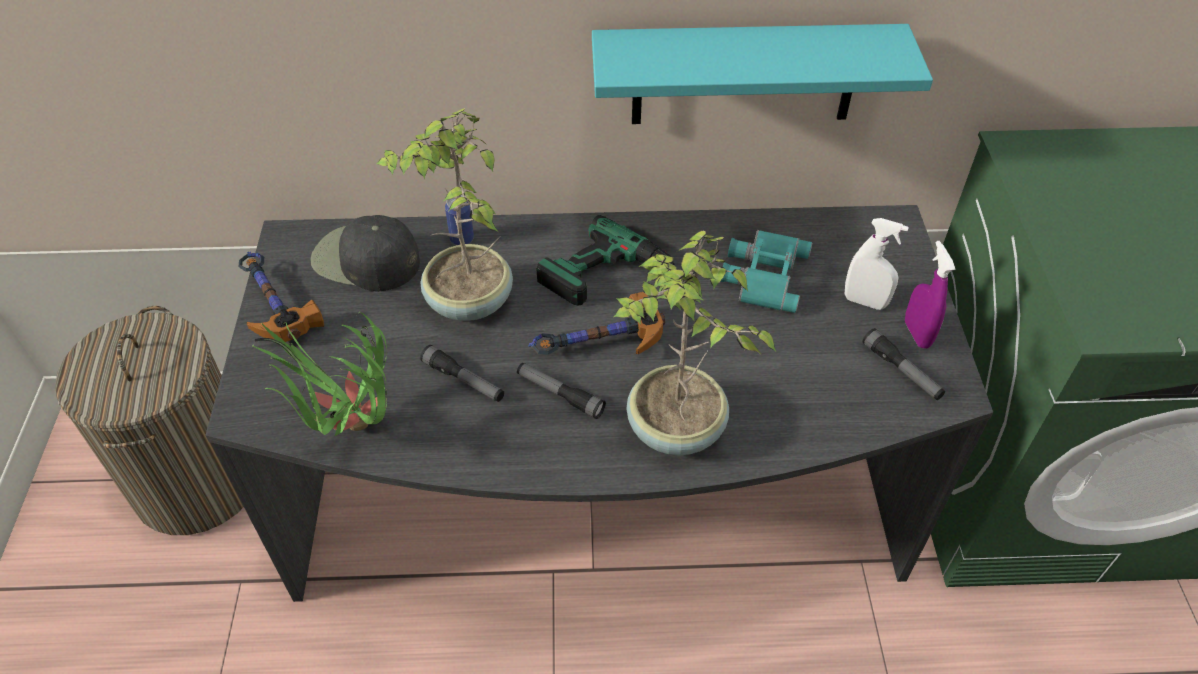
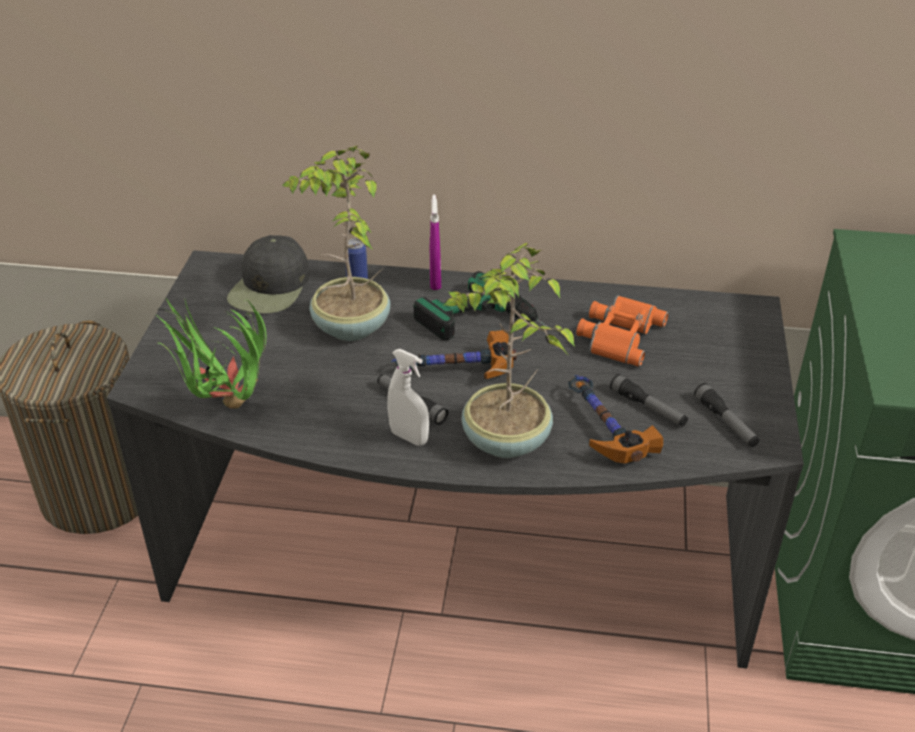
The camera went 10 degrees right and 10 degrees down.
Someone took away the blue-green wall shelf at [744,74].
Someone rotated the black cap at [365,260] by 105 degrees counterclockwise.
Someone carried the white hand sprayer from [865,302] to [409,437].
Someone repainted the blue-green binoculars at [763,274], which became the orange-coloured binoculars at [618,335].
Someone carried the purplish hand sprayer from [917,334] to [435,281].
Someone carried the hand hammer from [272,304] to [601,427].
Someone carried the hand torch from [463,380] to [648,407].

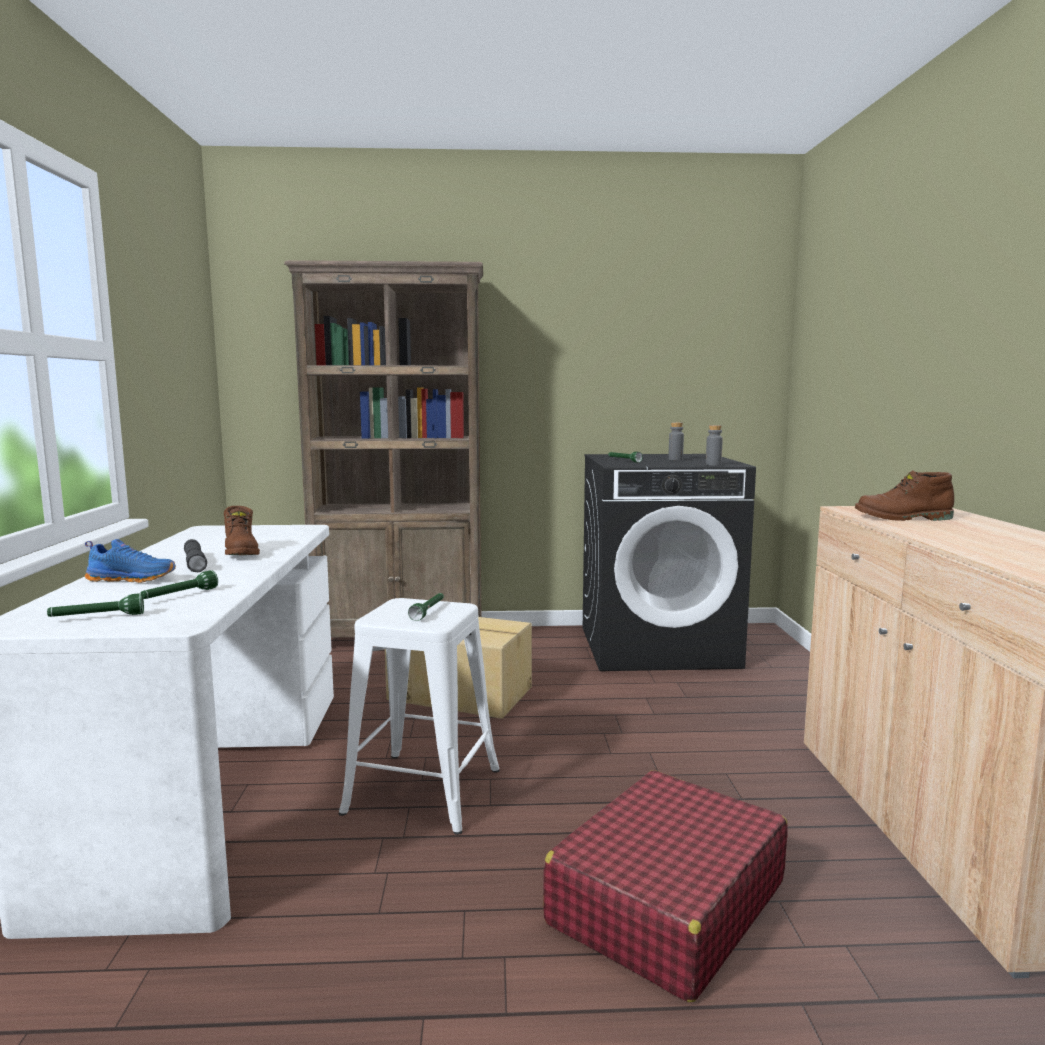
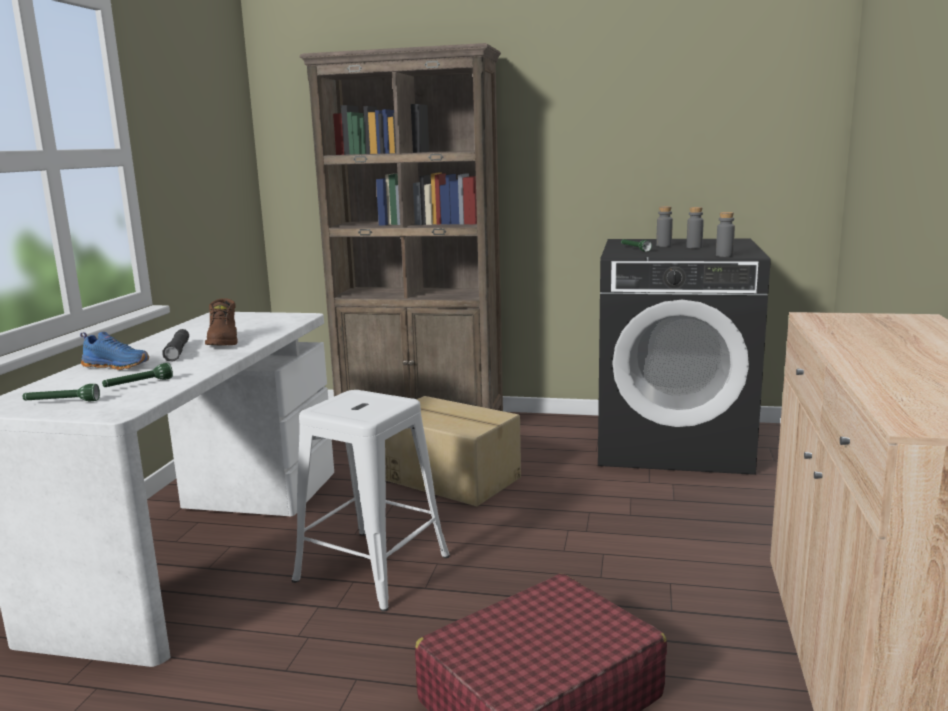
The camera went 15 degrees right and 5 degrees up.
Someone took away the brown-coloured tall boot at [903,518].
Someone took away the green hand torch at [428,612].
Someone put down the gray drink bottle at [663,245].

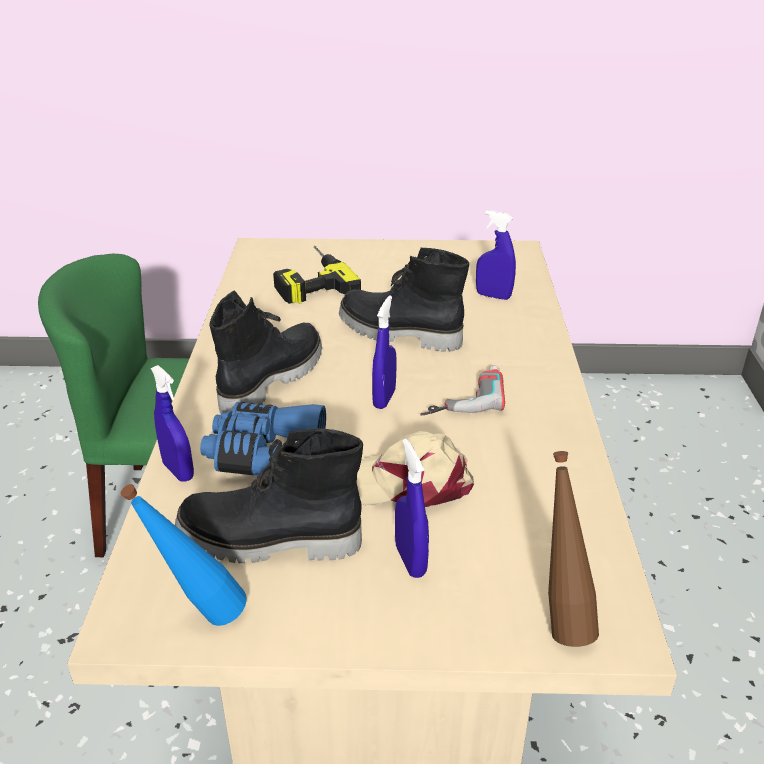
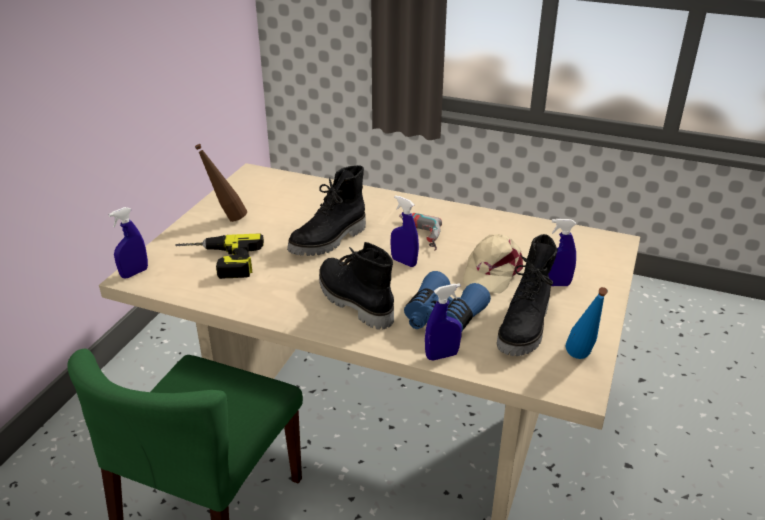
The camera went 70 degrees left and 0 degrees up.
Someone carried the bluish hand sprayer from [493,296] to [134,273].
Someone carried the brown-coloured drink bottle from [560,619] to [226,218].

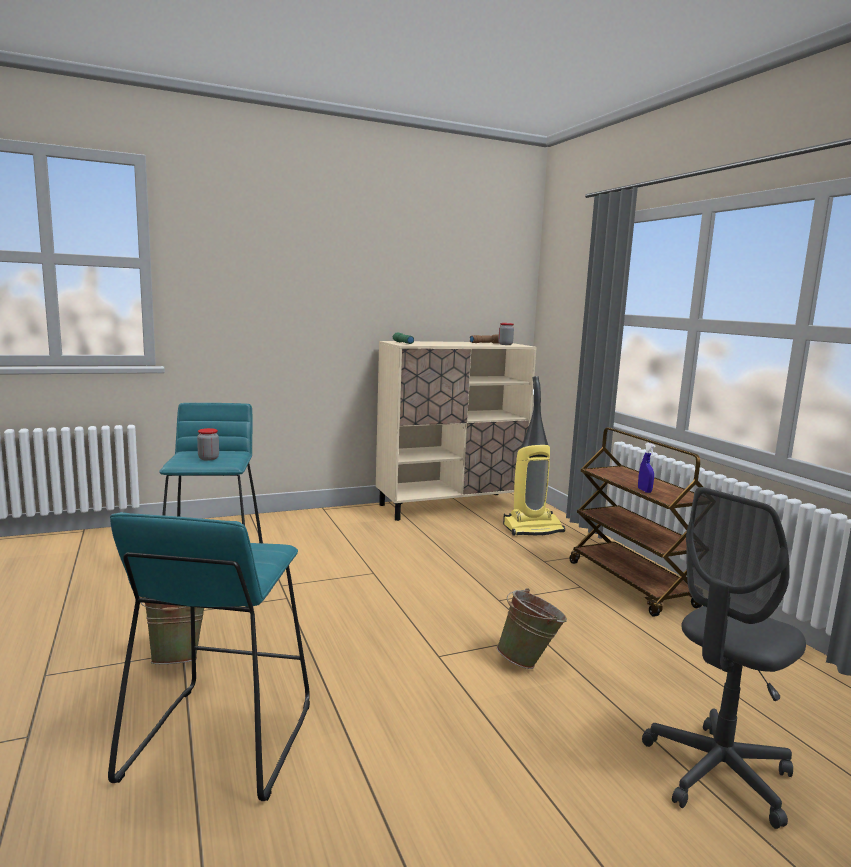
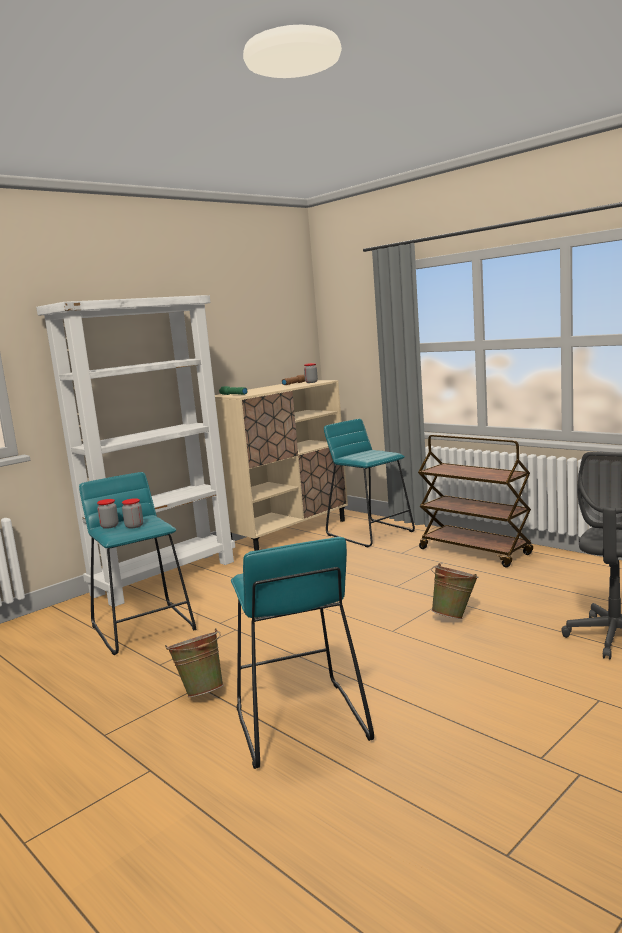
The camera went 20 degrees left and 0 degrees up.
Someone swapped the vacuum cleaner at [533,529] for the blue-green stool at [370,533].
Someone took away the bluish hand sprayer at [644,490].
Someone put down the white bookcase at [165,577].
Someone put down the storage jar at [109,526].

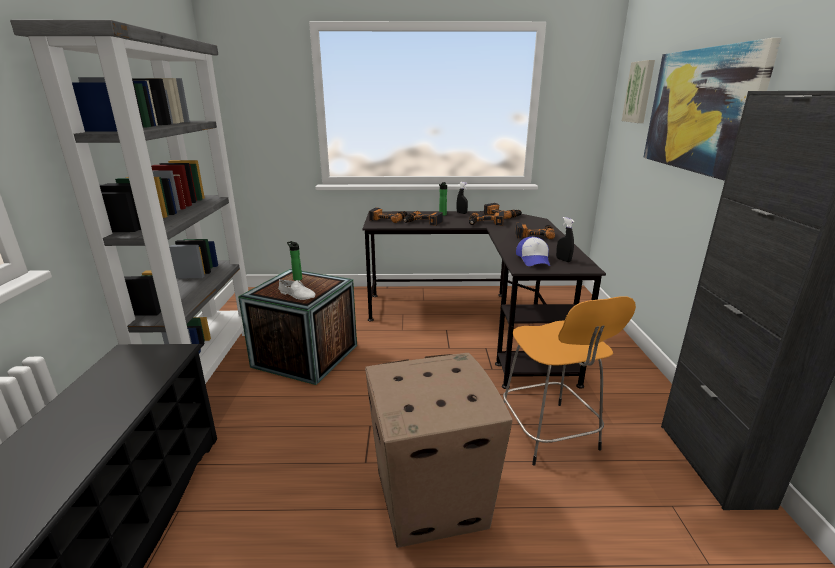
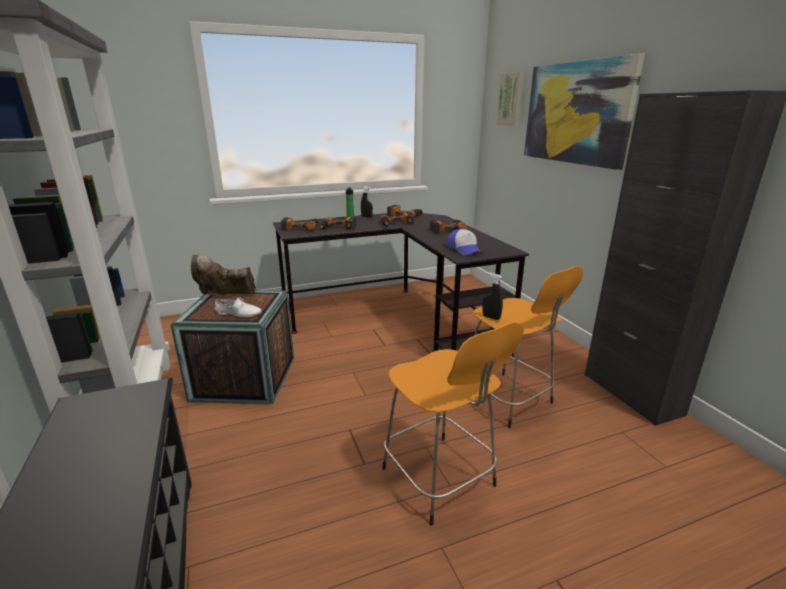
The camera went 20 degrees left and 0 degrees up.
Someone carried the black hand sprayer from [563,260] to [491,317].
Someone swapped the drink bottle at [296,278] for the brown-coloured tall boot at [225,298].
Someone swapped the carton at [429,499] for the orange-coloured stool at [440,480].

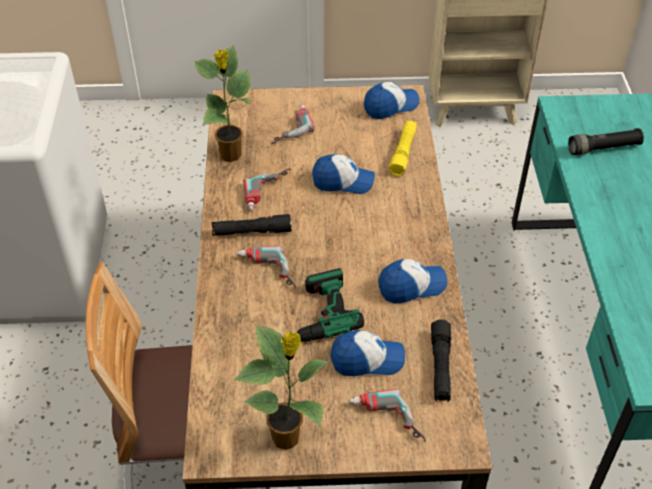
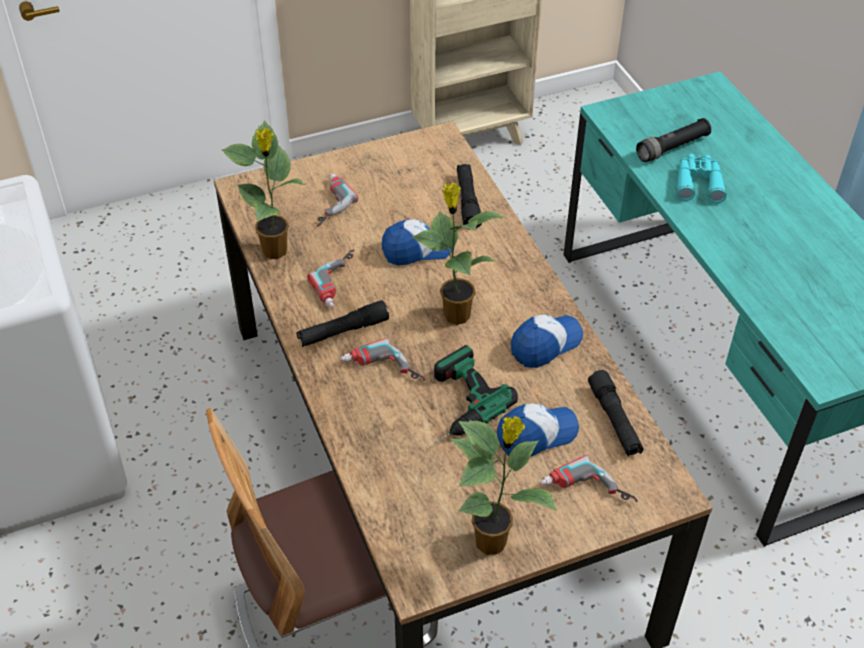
The camera went 20 degrees left and 0 degrees up.
Someone took away the cap at [390,106].
Someone repainted the yellowish hand torch at [403,152], which became the black hand torch at [467,201].
Someone put down the blue-green binoculars at [698,183].
Someone put down the potted plant at [455,314].

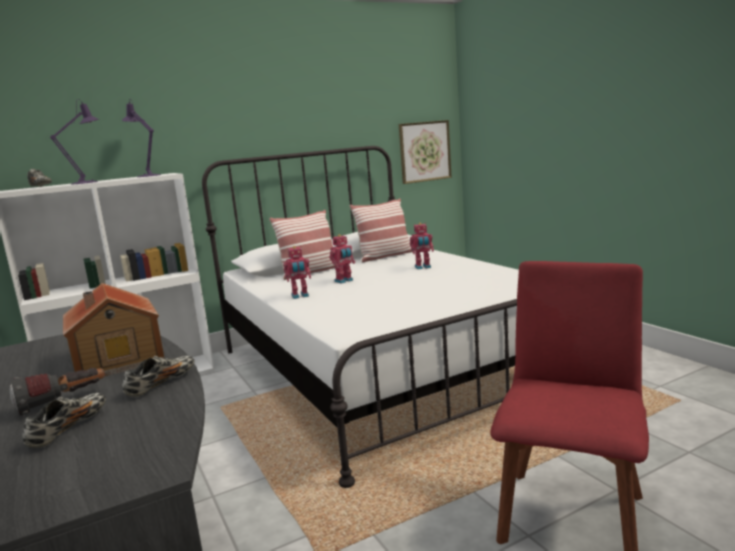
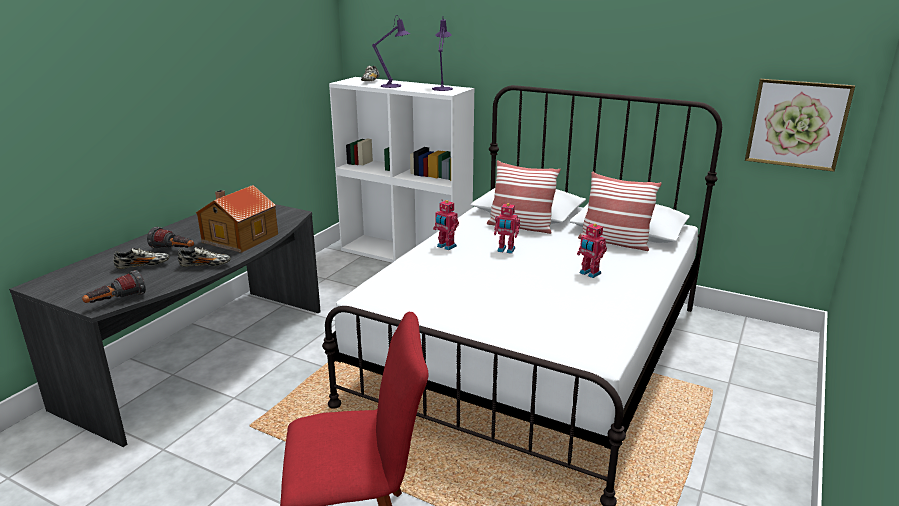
The camera went 55 degrees right and 10 degrees up.
Someone put down the hand torch at [116,302].

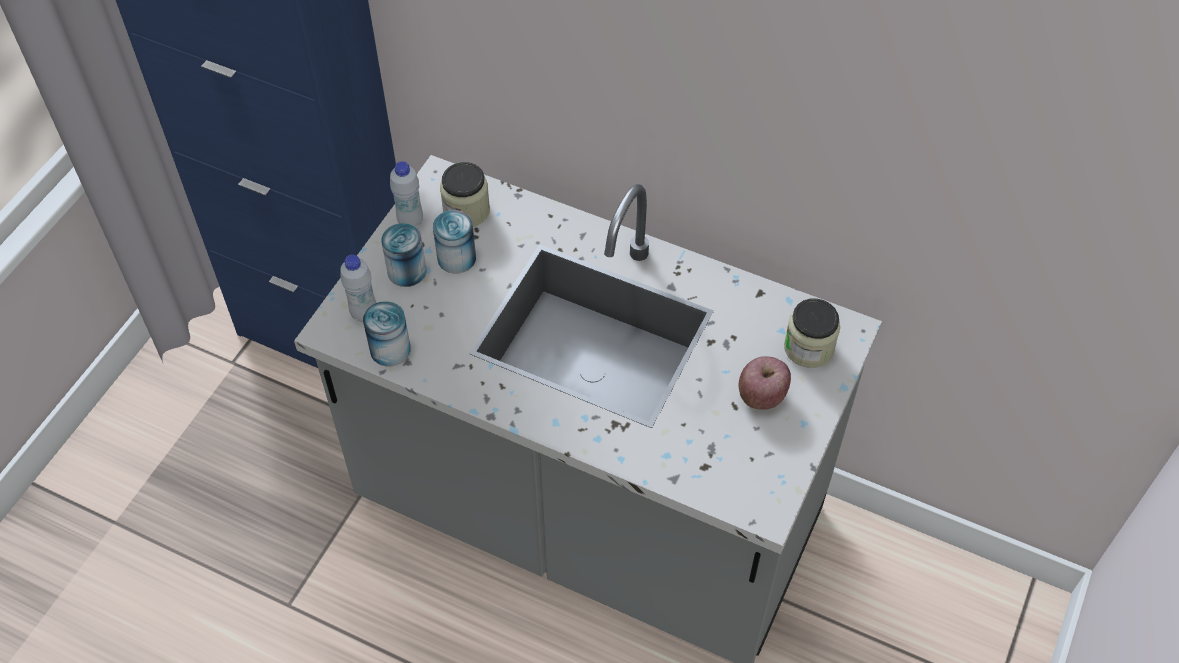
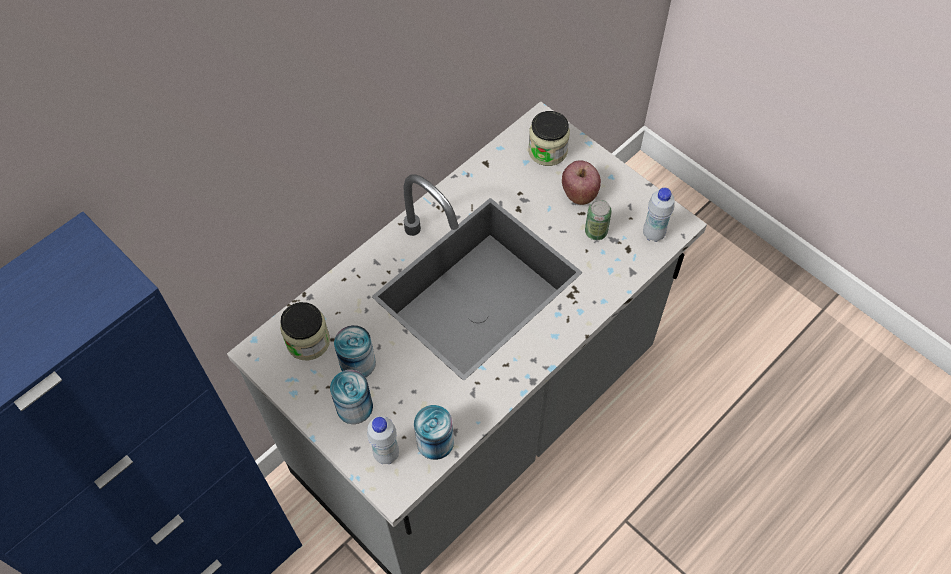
The camera went 70 degrees left and 5 degrees up.
Someone carried the white drink bottle from [410,221] to [653,234].
Someone put down the metal can at [596,232].

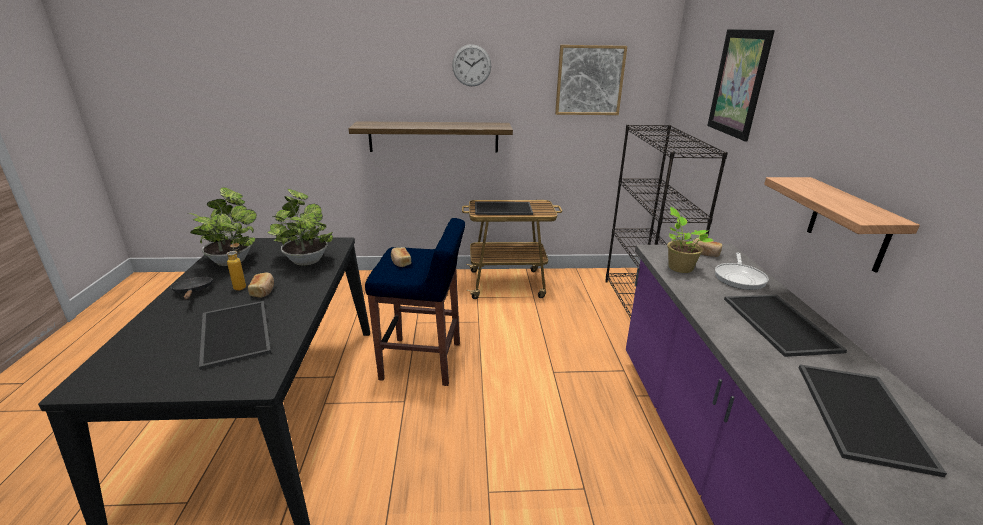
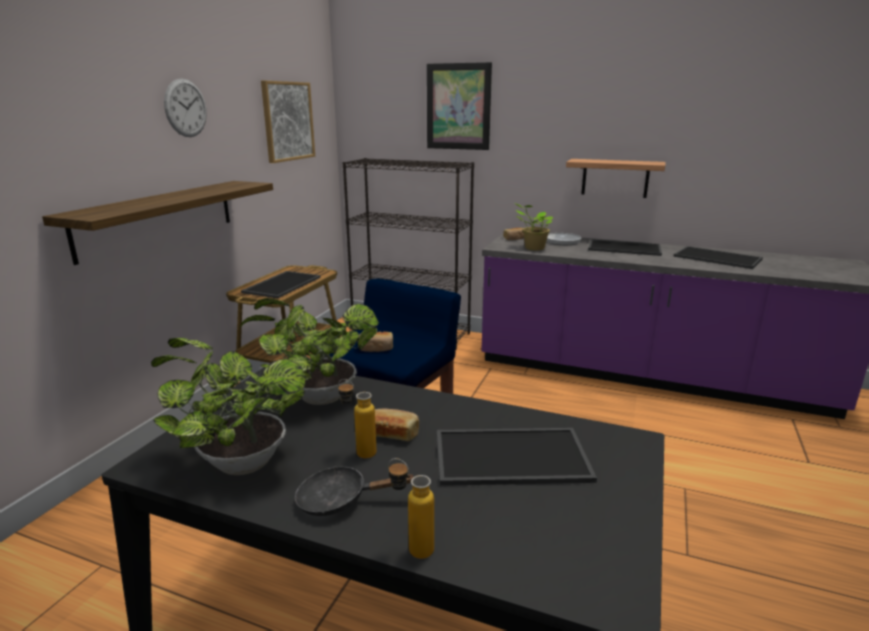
The camera went 65 degrees left and 5 degrees down.
Someone put down the drink bottle at [411,547].

